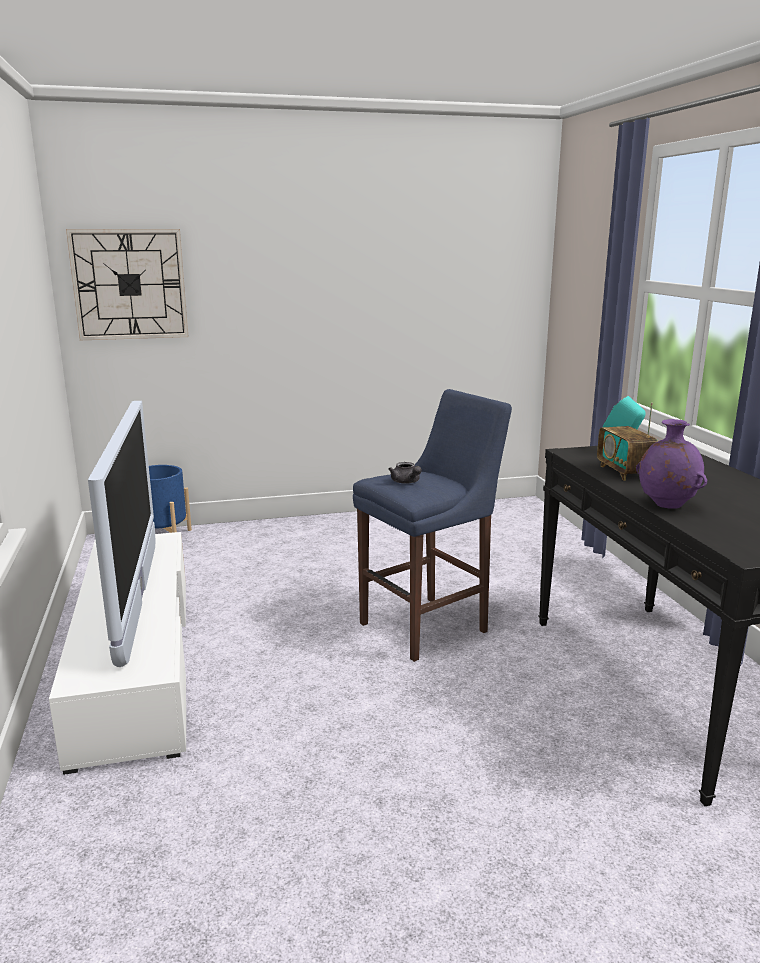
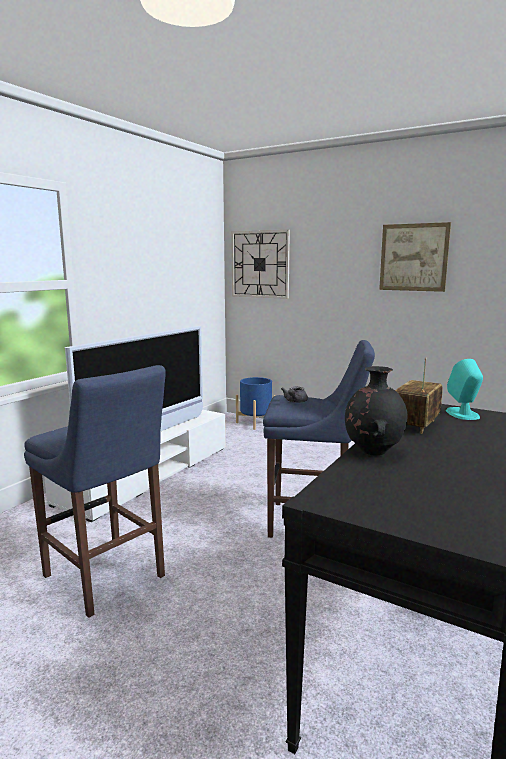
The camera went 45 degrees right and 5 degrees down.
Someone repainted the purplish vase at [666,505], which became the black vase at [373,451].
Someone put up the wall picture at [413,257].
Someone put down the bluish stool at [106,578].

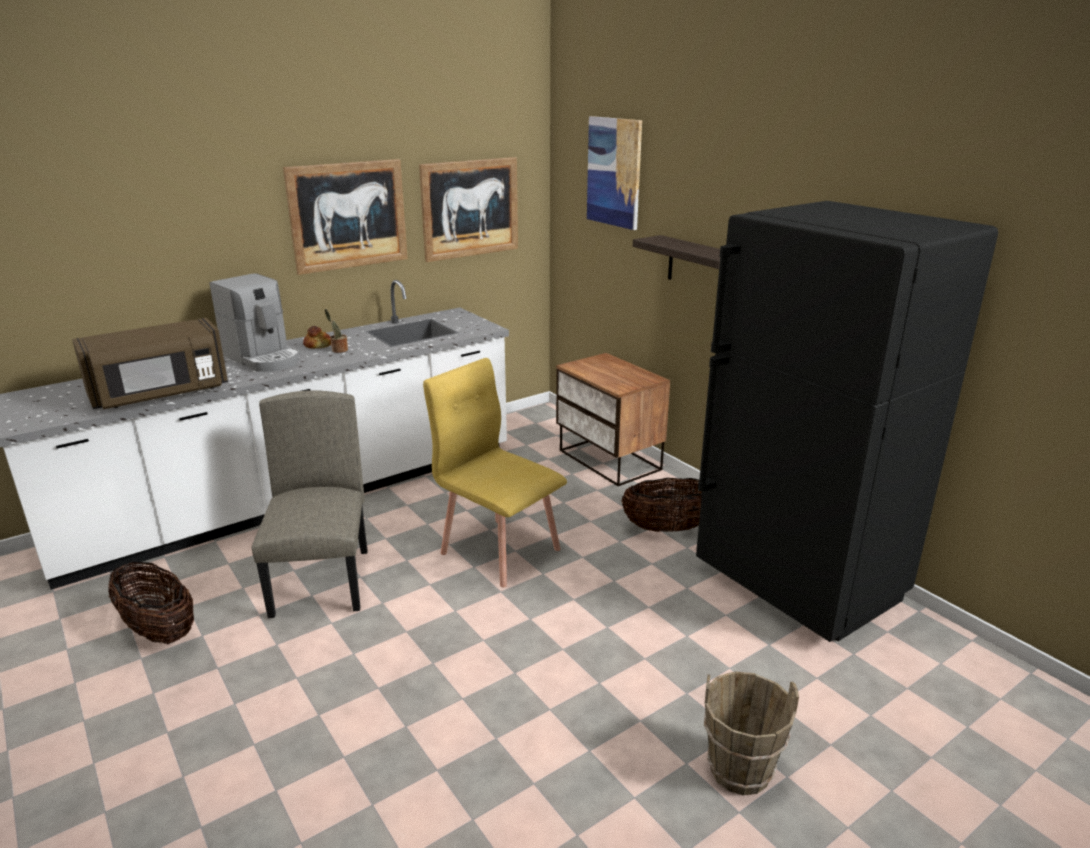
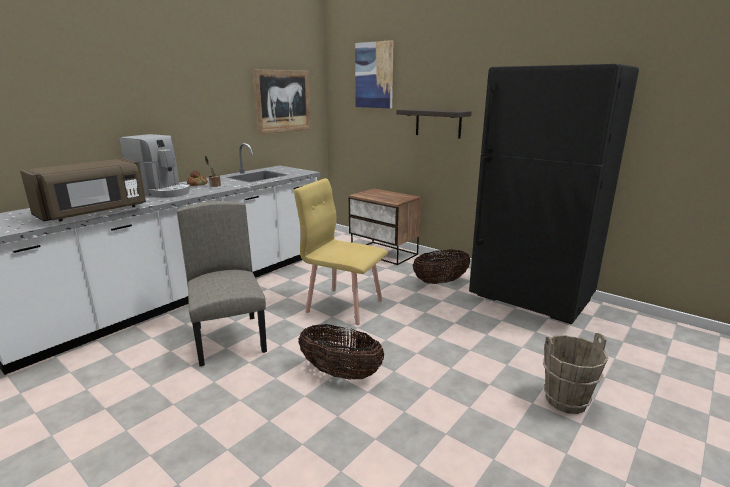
The camera went 15 degrees left and 5 degrees down.
Someone took away the wall picture at [348,215].
Someone carried the basket from [159,630] to [340,373].

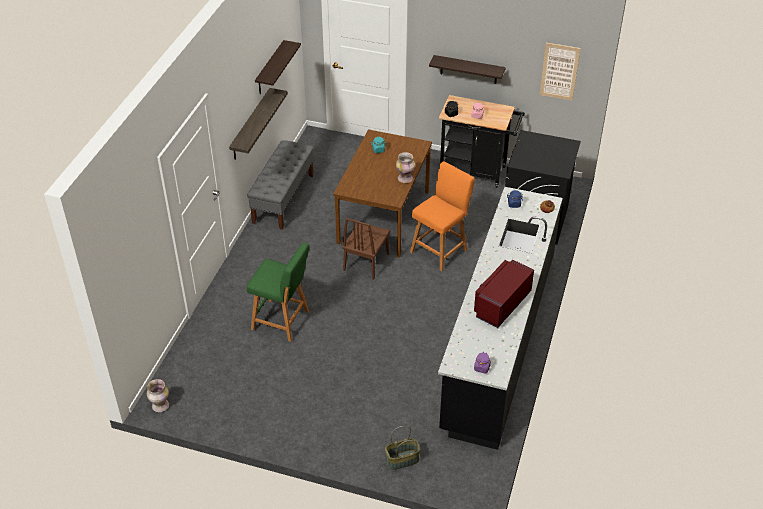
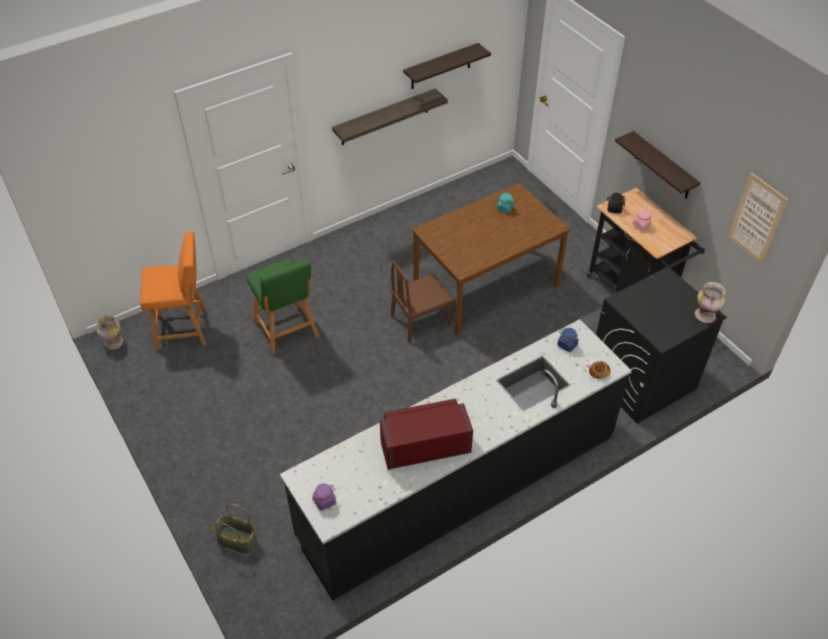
The camera went 40 degrees right and 5 degrees up.
Someone took away the gray indoor bench at [283,198].
Someone carried the vase from [405,178] to [705,315].
Someone carried the orange-coloured stool from [440,249] to [185,329].

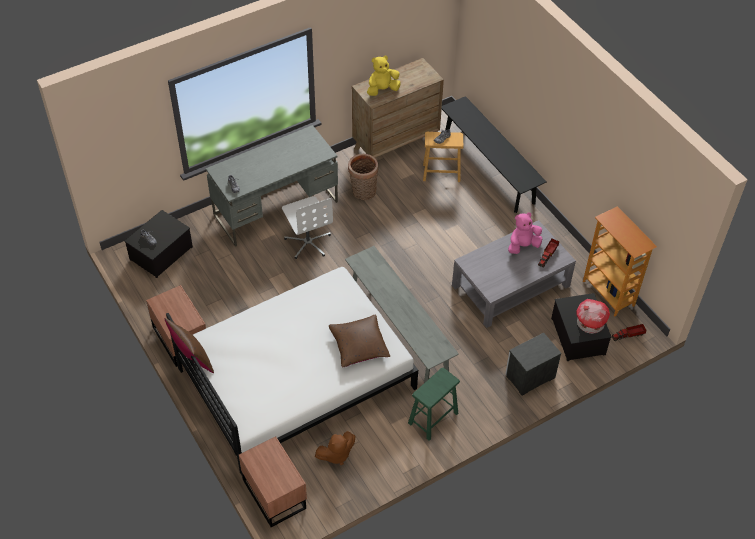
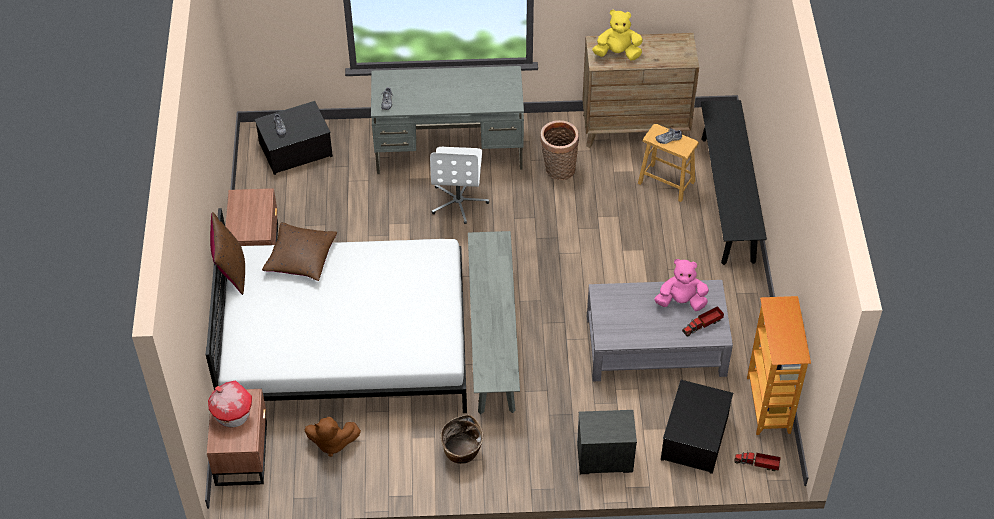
The camera went 30 degrees right and 0 degrees up.
Someone carried the toy house from [589,324] to [232,414].
Someone carried the brown-coloured throw pillow from [359,346] to [301,258].
Someone swapped the green stool at [433,418] for the basket at [462,453].

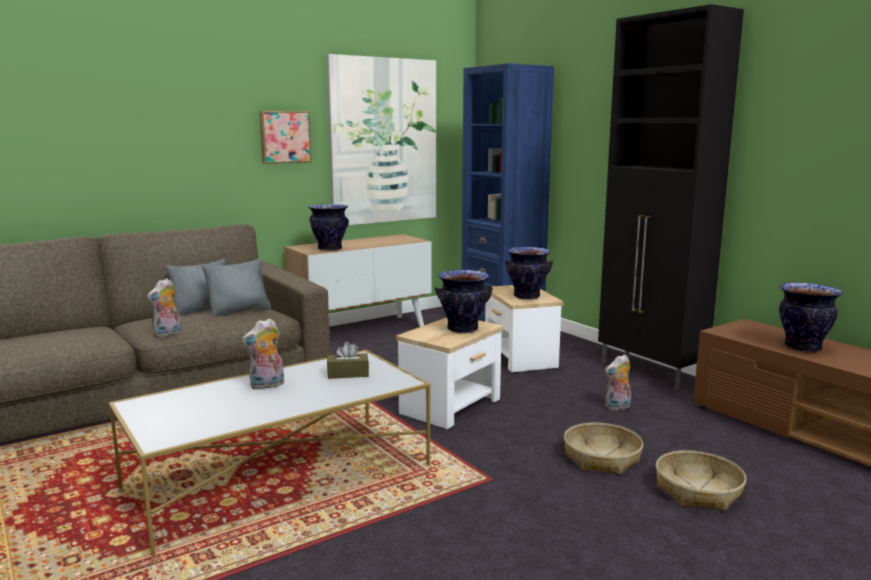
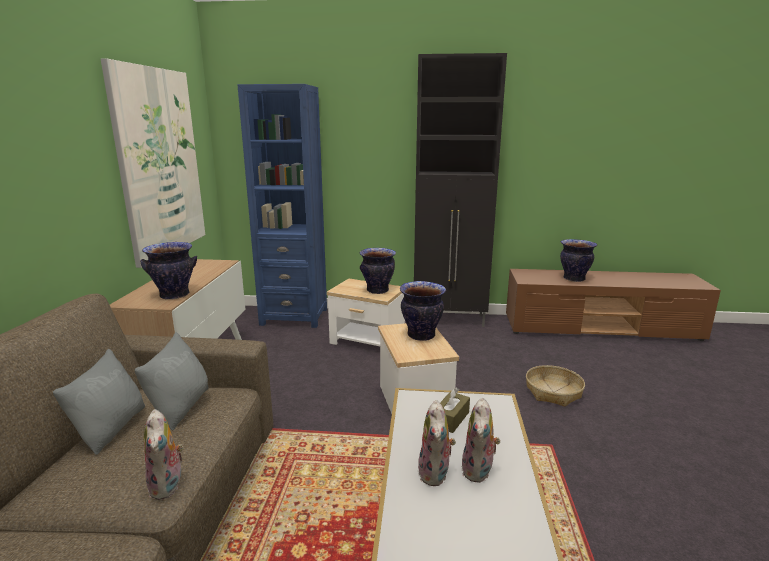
The camera went 50 degrees left and 5 degrees up.
Someone took away the wall picture at [284,137].
Someone carried the cuddly toy from [617,407] to [479,471].
Someone took away the basket at [698,491].

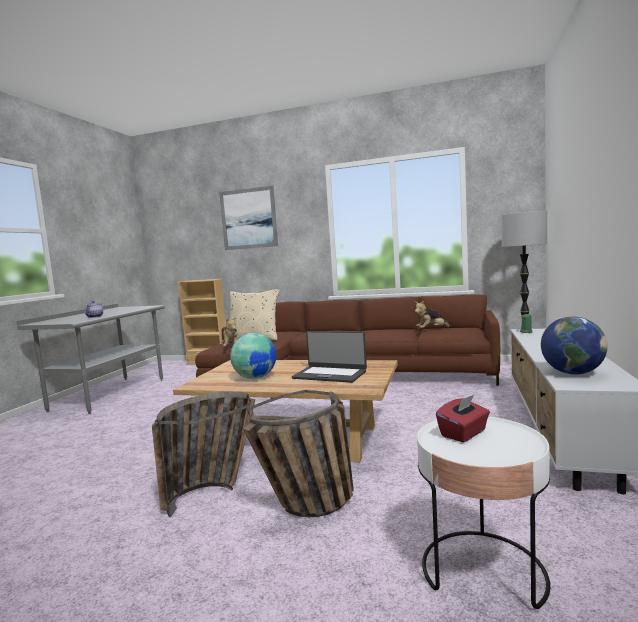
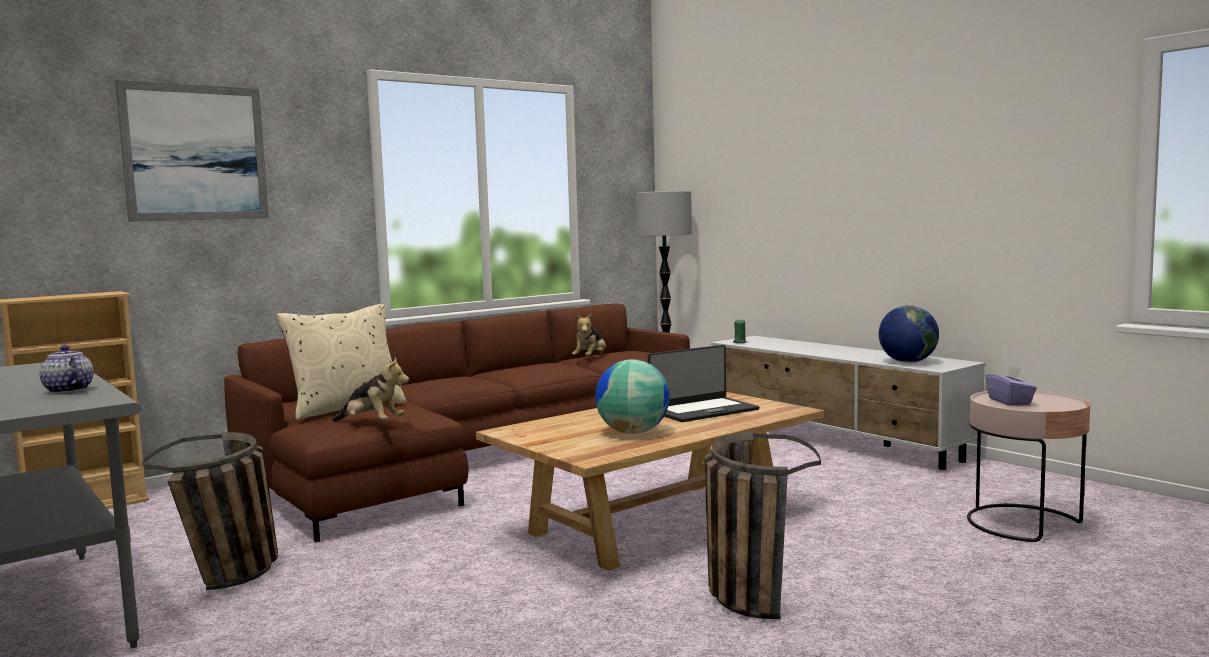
The camera went 55 degrees left and 0 degrees up.
Someone carried the basket from [308,508] to [231,579].
Someone repainted the reddish box of tissues at [464,433], which became the purplish box of tissues at [1010,402].
Someone repainted the white accent table at [483,571], which became the pinkish accent table at [1024,523].

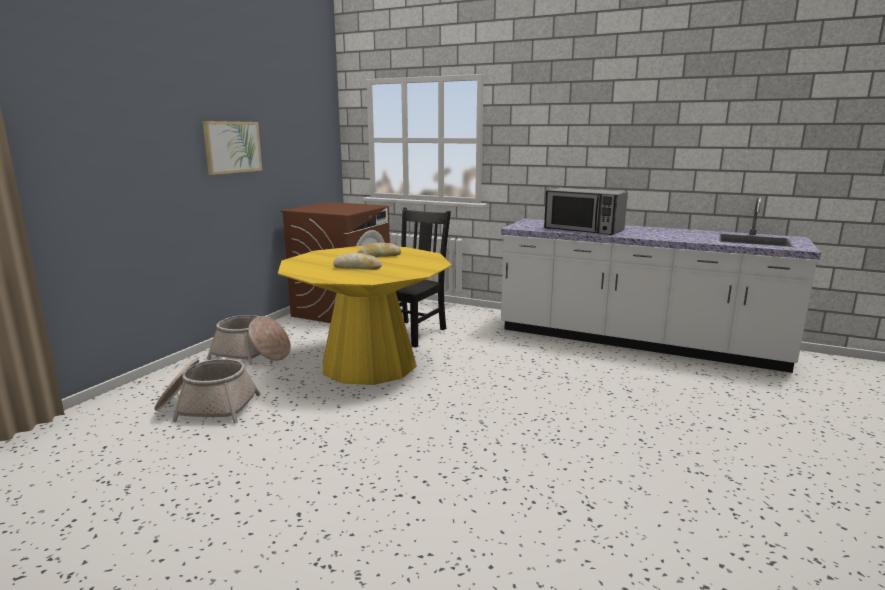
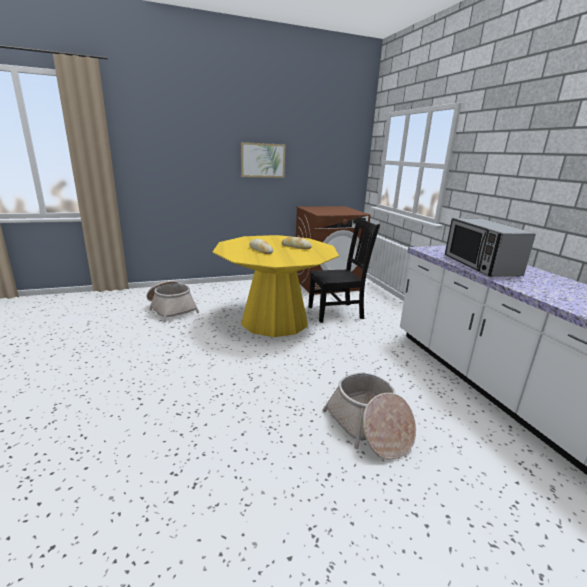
The camera went 45 degrees right and 5 degrees up.
Someone carried the basket from [252,355] to [368,427].

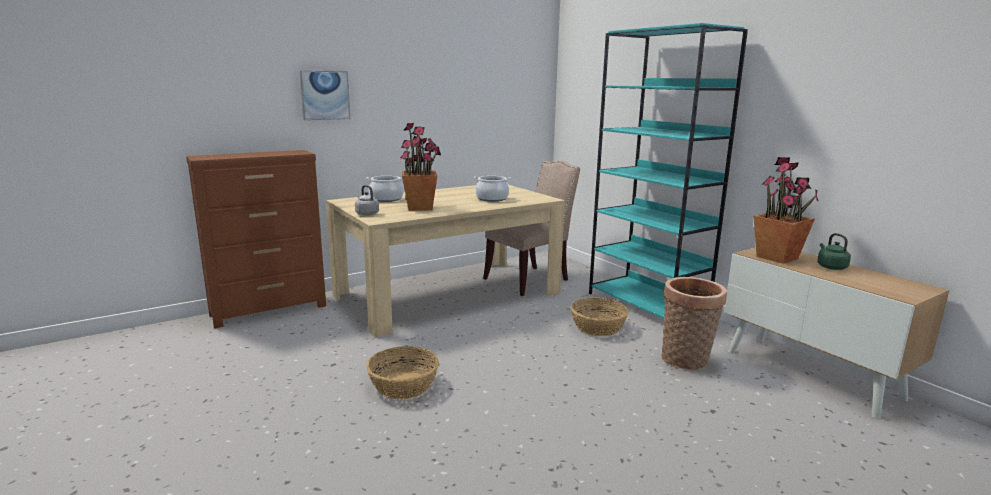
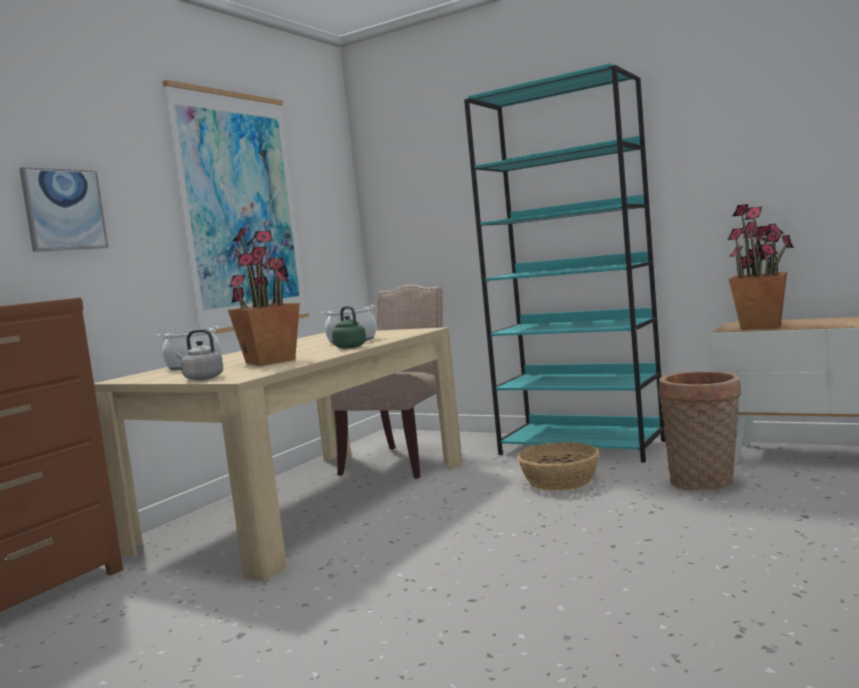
The camera went 25 degrees left and 10 degrees down.
Someone carried the green water kettle from [830,267] to [349,347].
Someone took away the basket at [404,385].
Someone put up the wall picture at [240,211].

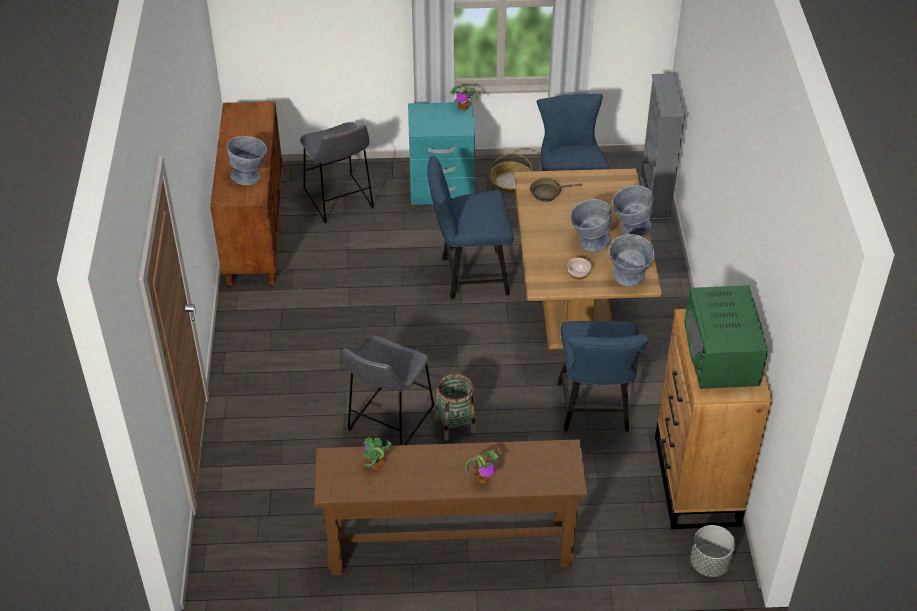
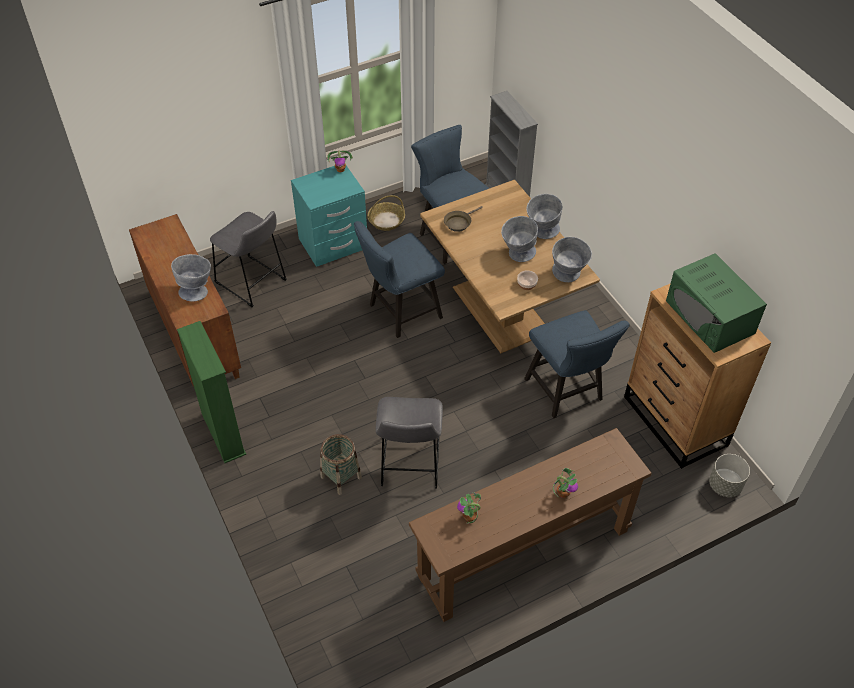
The camera went 25 degrees left and 5 degrees up.
Someone carried the basket from [455,424] to [341,477].
Someone put down the green bookcase at [223,434].

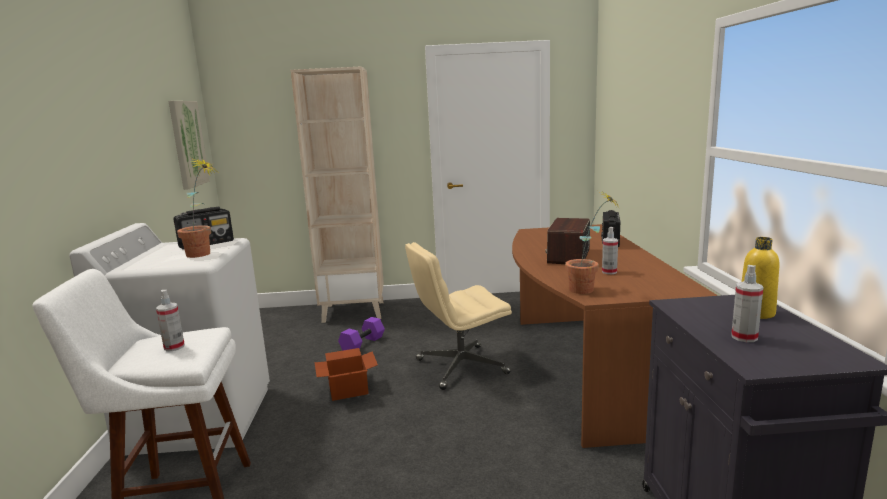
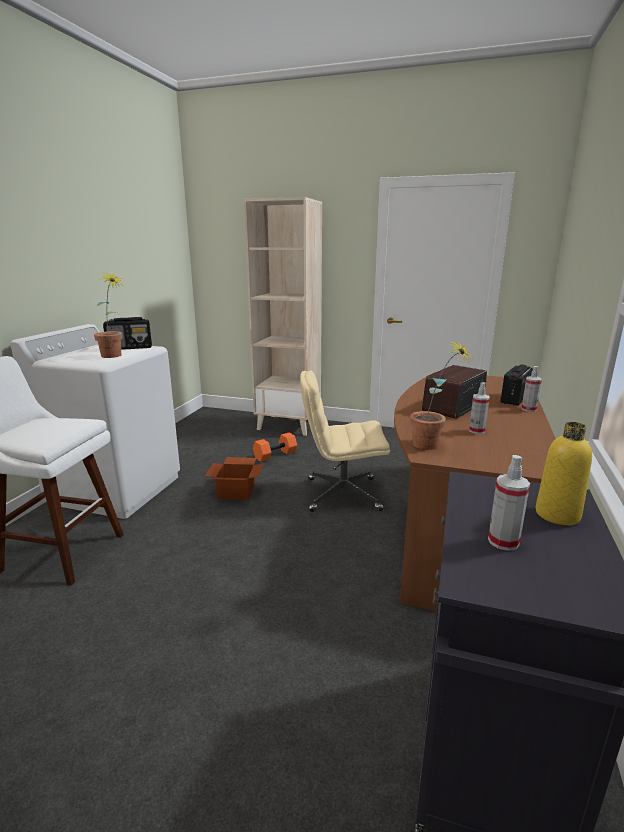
The camera went 20 degrees right and 5 degrees up.
Someone took away the wall picture at [187,144].
Someone carried the hand sprayer from [174,347] to [528,409].
Someone repainted the purplish free weight at [362,344], which became the orange-coloured free weight at [275,454].

